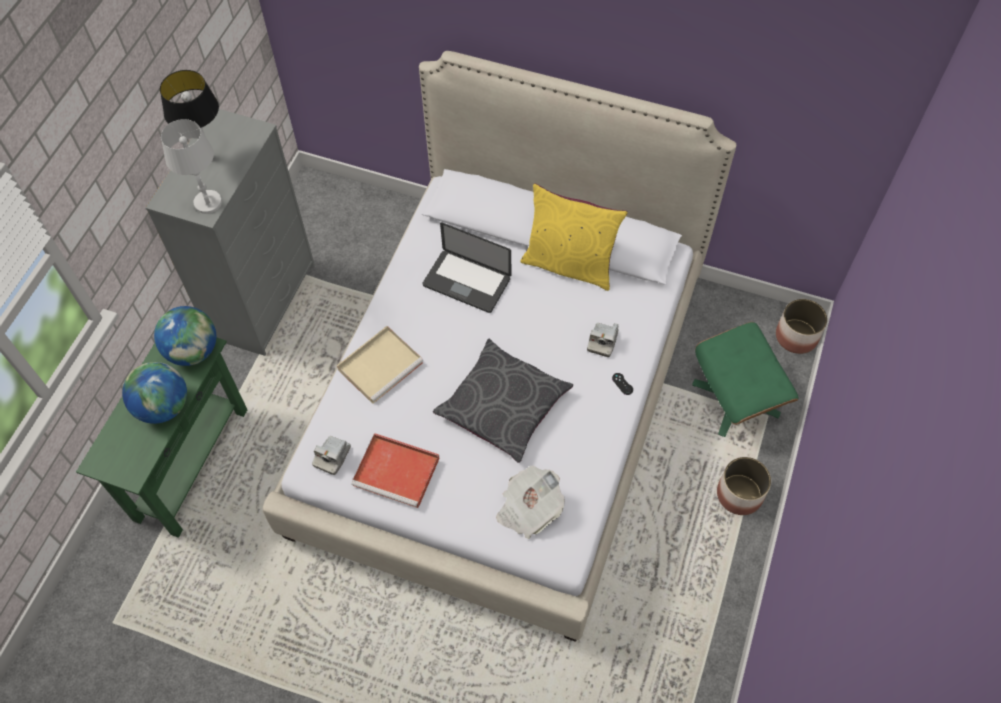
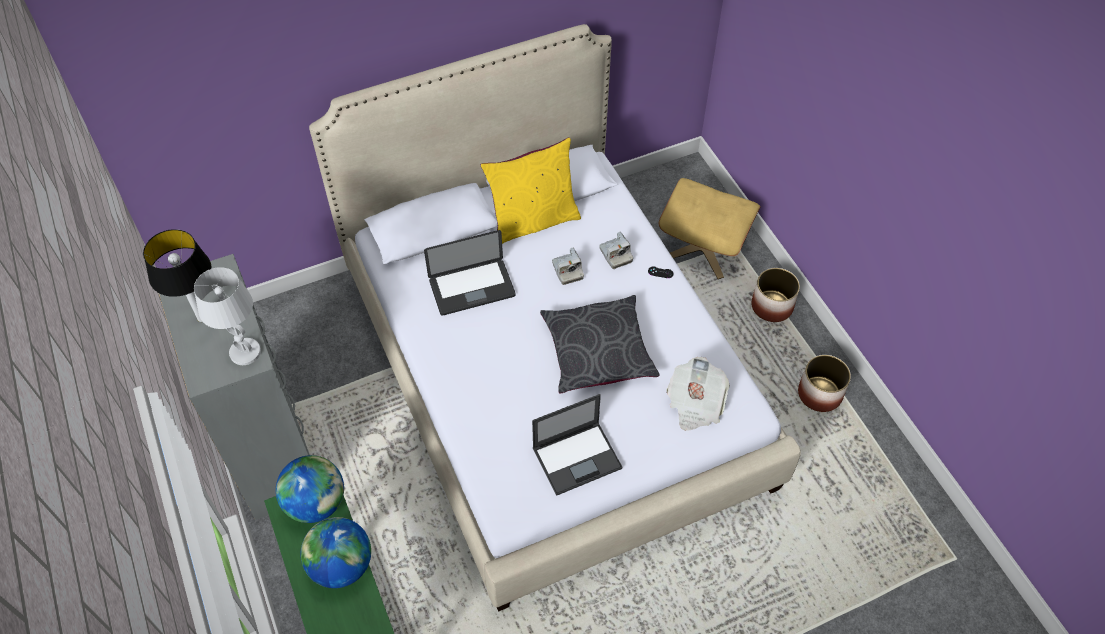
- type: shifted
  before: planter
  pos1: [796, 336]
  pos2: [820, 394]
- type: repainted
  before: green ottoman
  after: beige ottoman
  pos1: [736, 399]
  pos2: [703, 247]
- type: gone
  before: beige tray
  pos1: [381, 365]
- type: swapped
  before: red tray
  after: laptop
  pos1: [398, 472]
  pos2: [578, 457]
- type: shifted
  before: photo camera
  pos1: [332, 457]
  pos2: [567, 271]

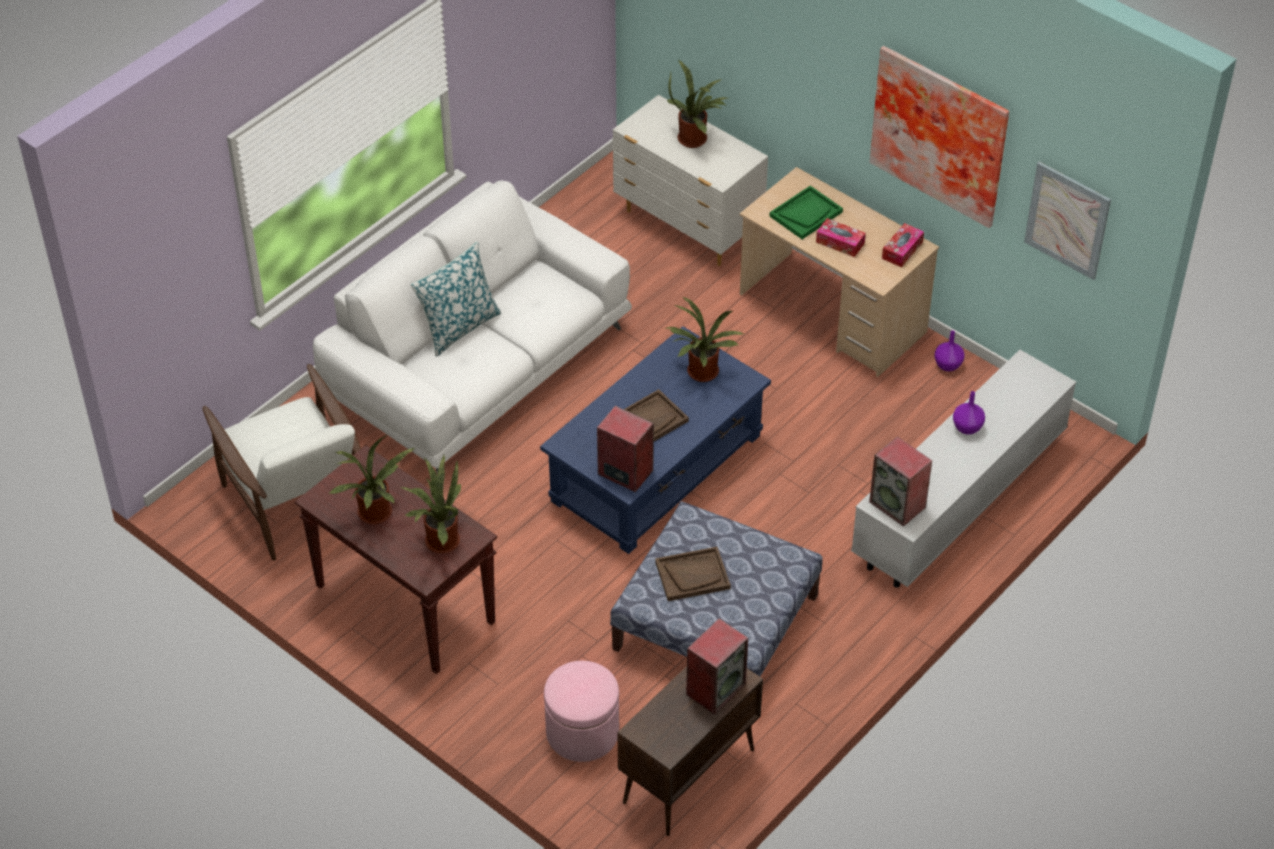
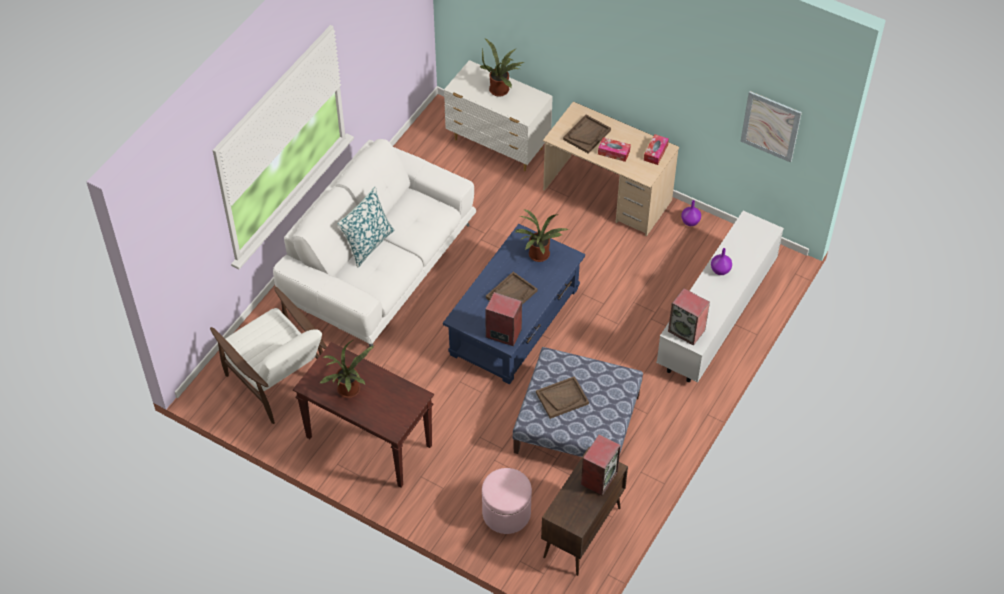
- type: gone
  before: picture
  pos1: [941, 133]
- type: repainted
  before: green tray
  after: brown tray
  pos1: [806, 214]
  pos2: [587, 135]
- type: gone
  before: potted plant
  pos1: [439, 540]

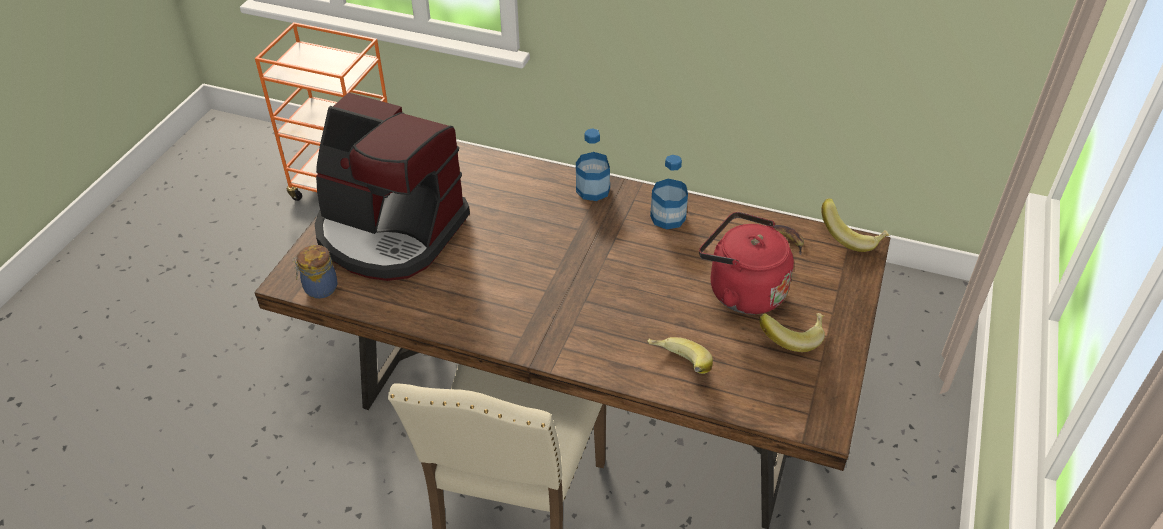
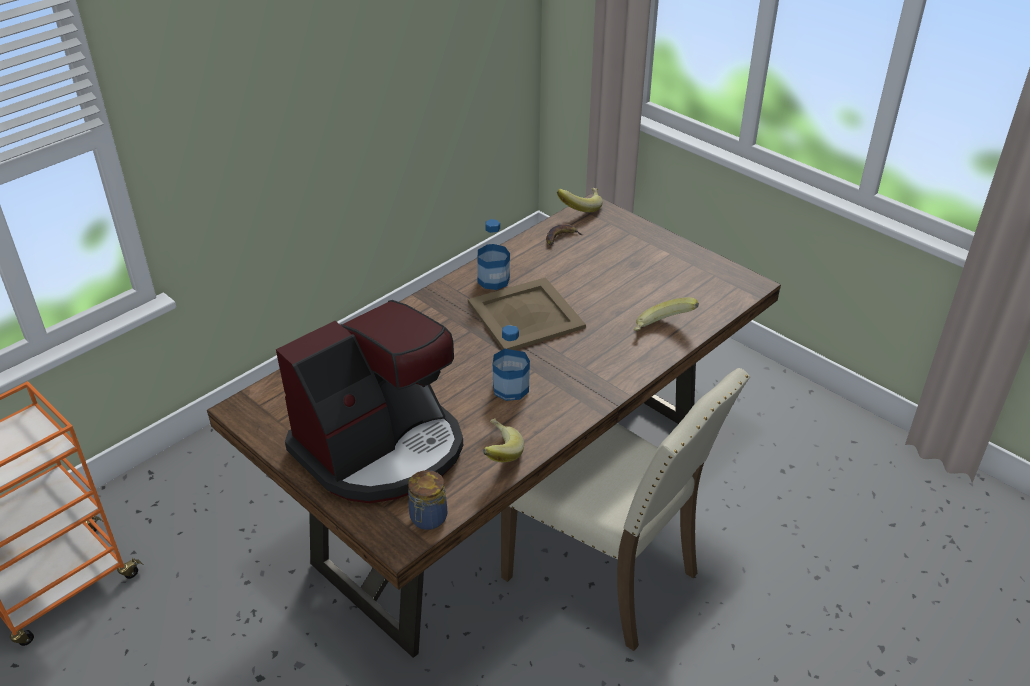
- type: shifted
  before: bottle
  pos1: [593, 190]
  pos2: [510, 388]
- type: gone
  before: red kettle
  pos1: [741, 291]
- type: shifted
  before: banana
  pos1: [791, 337]
  pos2: [497, 453]
- type: new
  after: beige tray
  pos2: [526, 314]

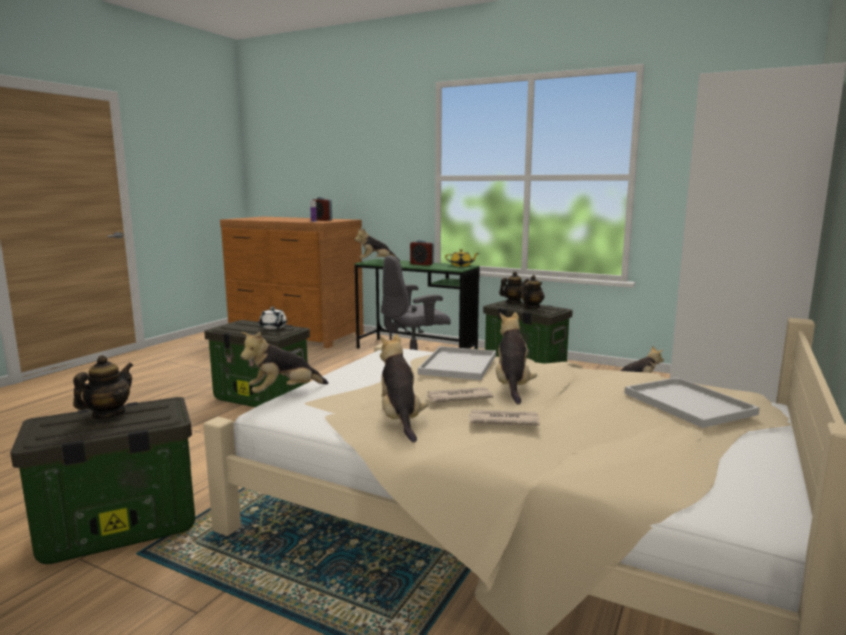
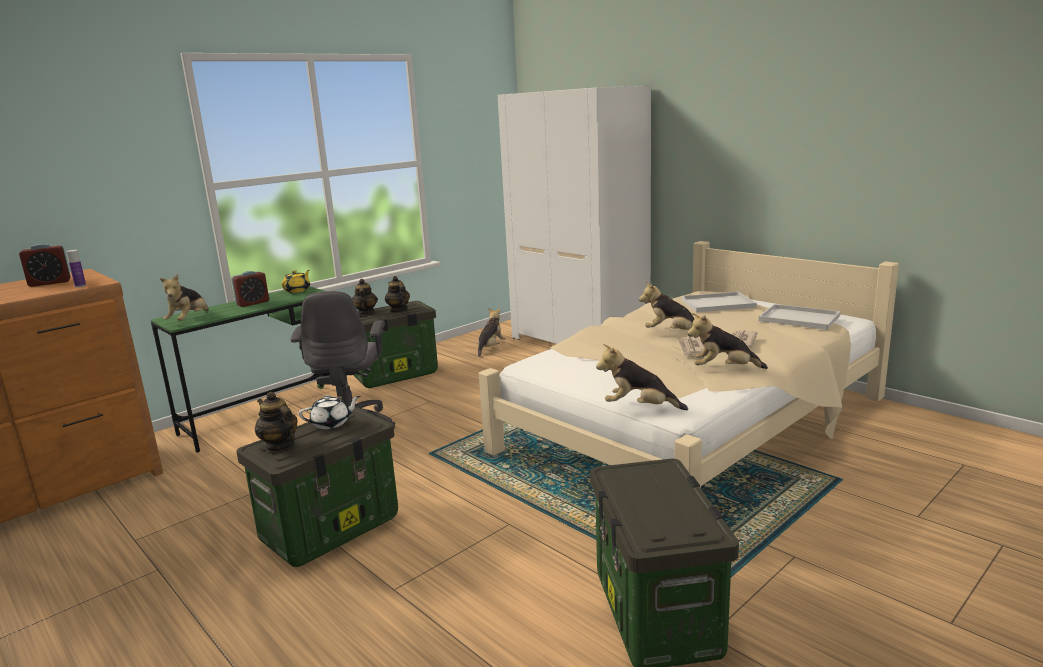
- type: rotated
  before: plush toy
  pos1: [284, 393]
  pos2: [639, 408]
  turn: 120
- type: shifted
  before: white tray
  pos1: [459, 365]
  pos2: [801, 318]
- type: shifted
  before: teapot
  pos1: [108, 414]
  pos2: [279, 445]

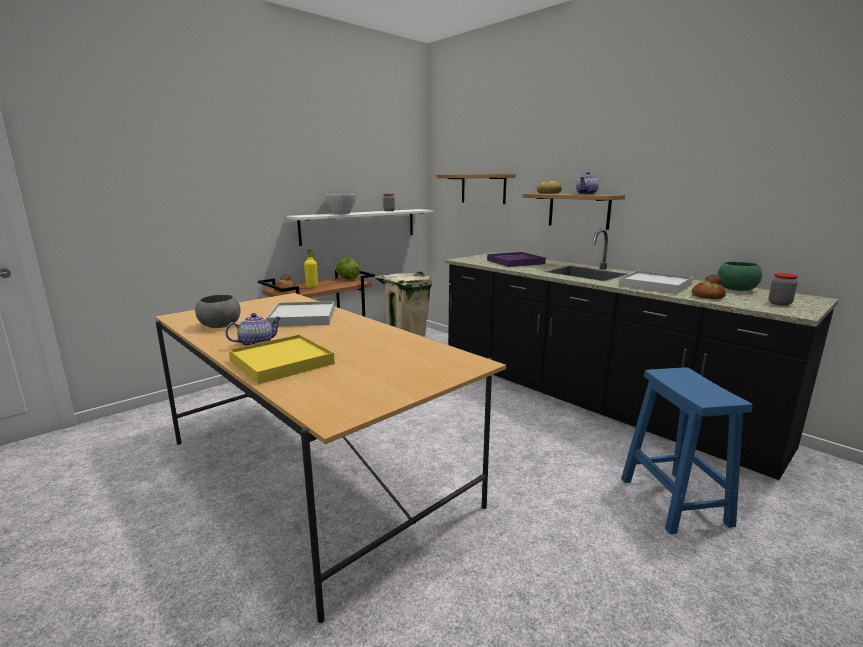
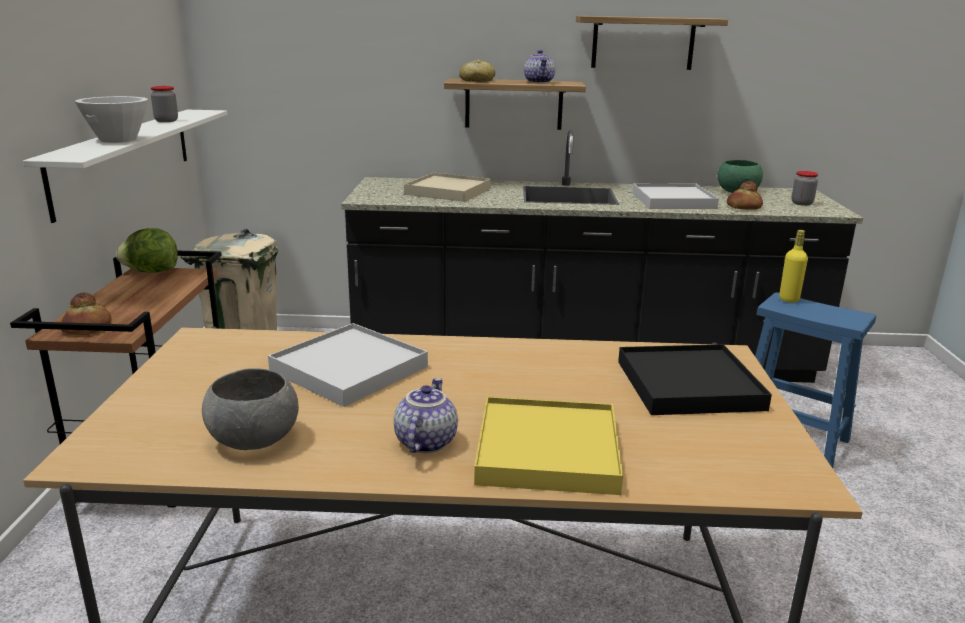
- type: shifted
  before: shelf
  pos1: [483, 189]
  pos2: [643, 43]
- type: shifted
  before: yellow bottle
  pos1: [312, 287]
  pos2: [789, 299]
- type: repainted
  before: purple tray
  after: beige tray
  pos1: [515, 262]
  pos2: [448, 191]
- type: new
  after: black tray
  pos2: [689, 385]

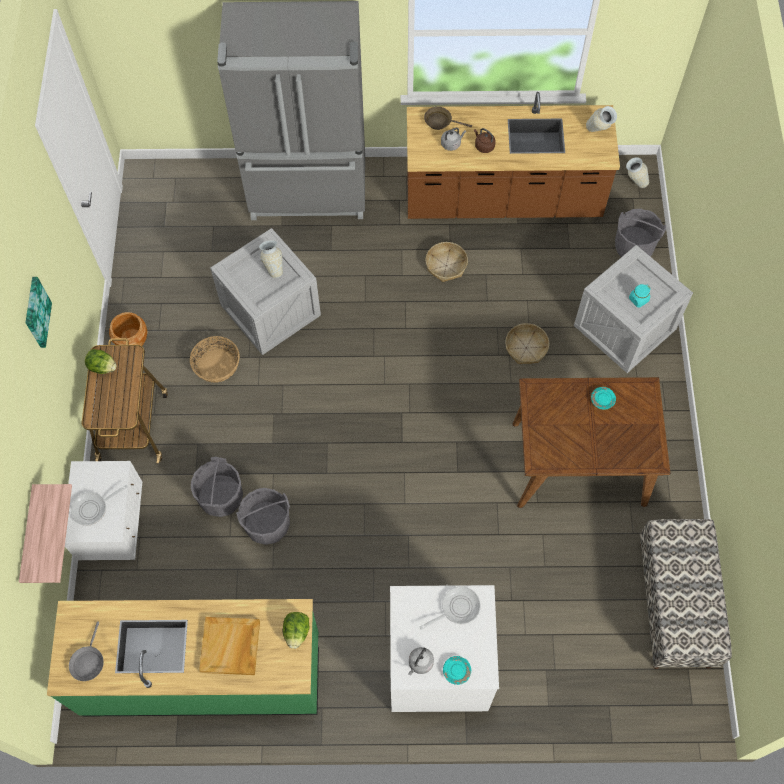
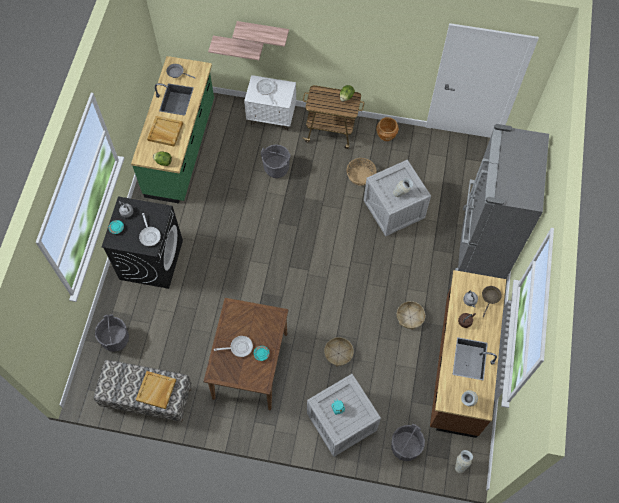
- type: gone
  before: picture
  pos1: [36, 312]
- type: shifted
  before: grey bucket
  pos1: [267, 525]
  pos2: [115, 339]
- type: repainted
  before: white washing machine
  after: black washing machine
  pos1: [437, 666]
  pos2: [151, 259]
- type: new
  after: shelf
  pos2: [263, 31]
- type: new
  after: frying pan
  pos2: [239, 347]
- type: new
  after: beige tray
  pos2: [156, 390]

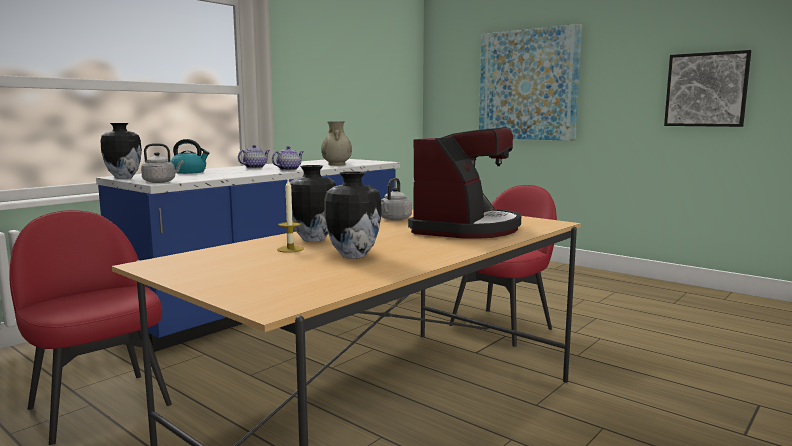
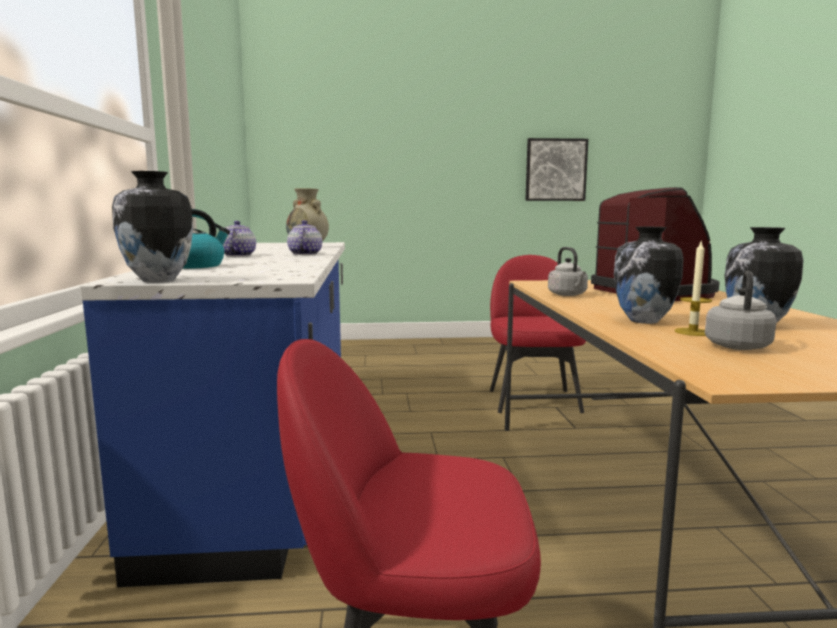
- type: gone
  before: picture
  pos1: [527, 85]
- type: shifted
  before: grey kettle
  pos1: [161, 182]
  pos2: [737, 345]

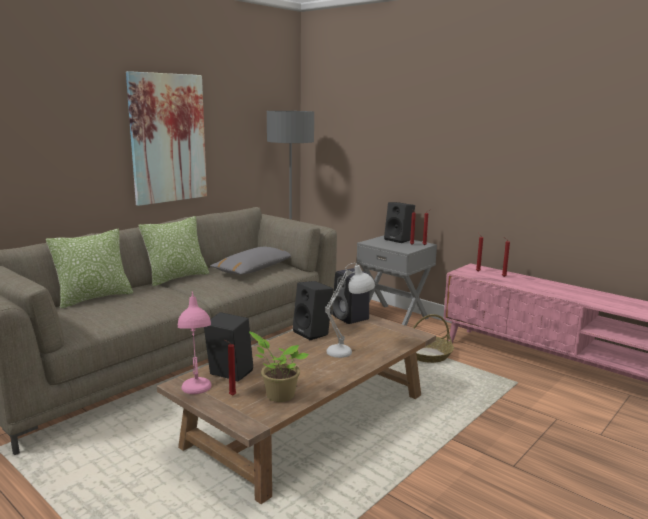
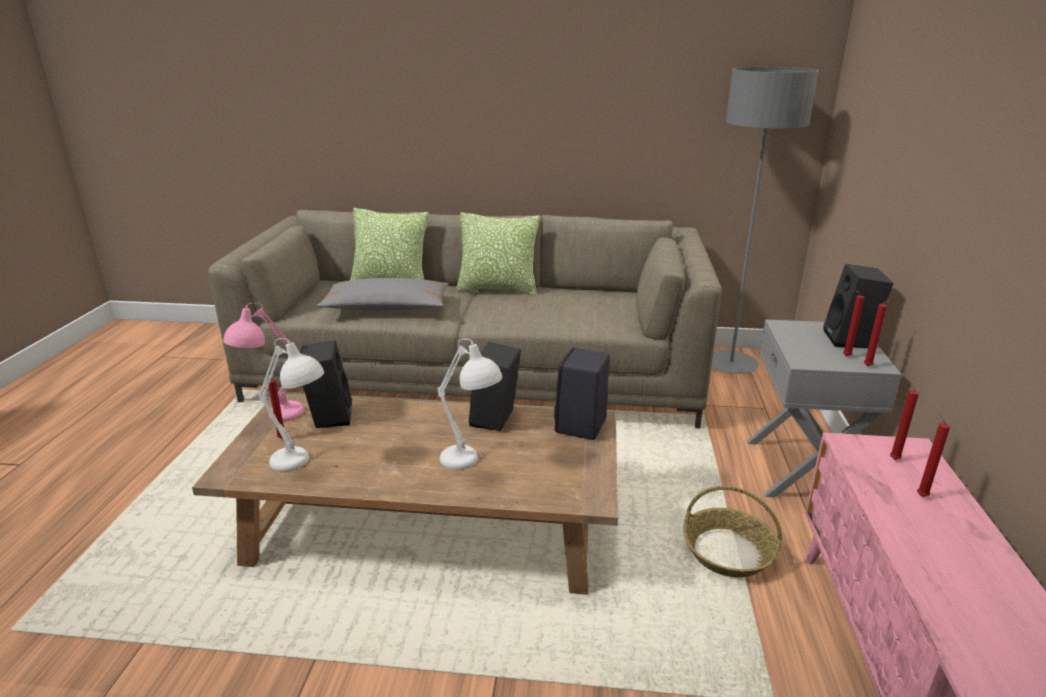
- type: gone
  before: picture
  pos1: [168, 138]
- type: shifted
  before: grey pillow
  pos1: [254, 269]
  pos2: [386, 308]
- type: swapped
  before: potted plant
  after: white table lamp
  pos1: [278, 395]
  pos2: [302, 464]

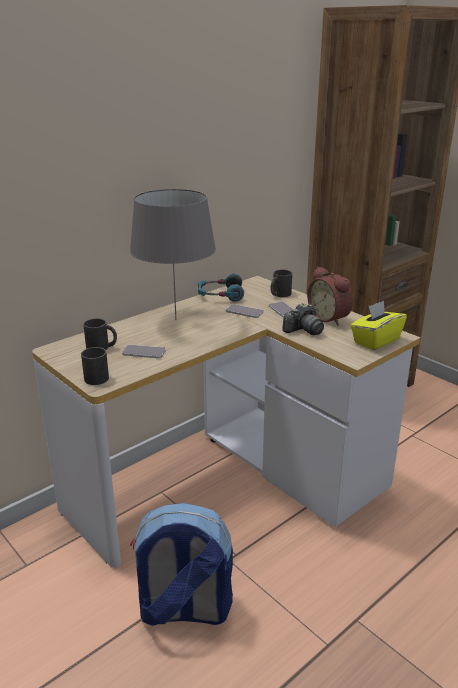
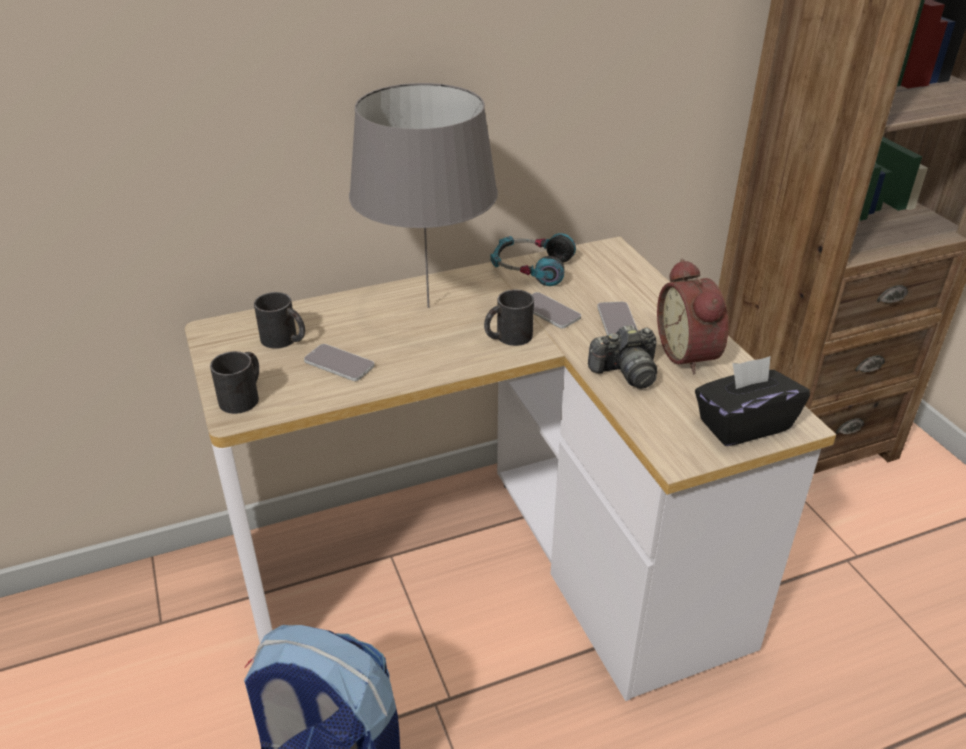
- type: shifted
  before: black mug
  pos1: [279, 294]
  pos2: [507, 337]
- type: repainted
  before: yellow tissue box
  after: black tissue box
  pos1: [375, 341]
  pos2: [743, 424]

